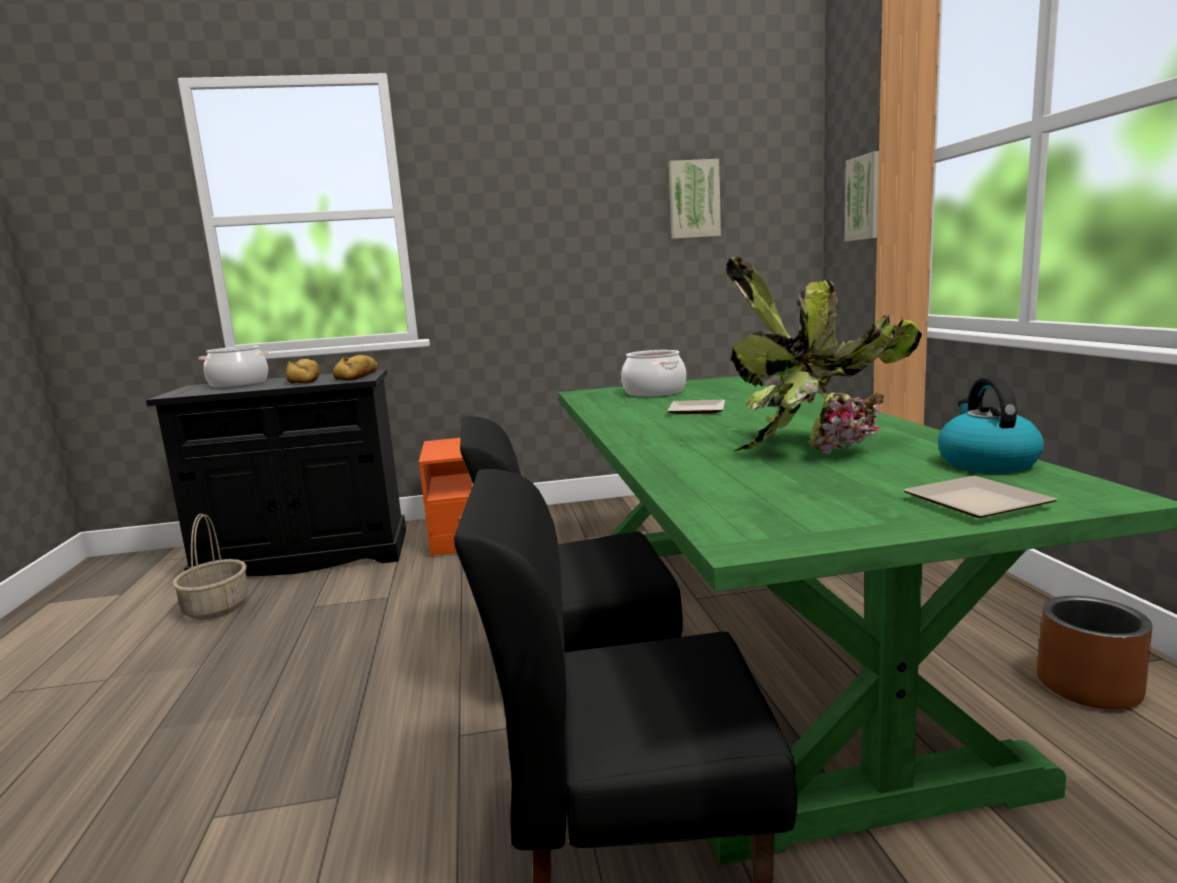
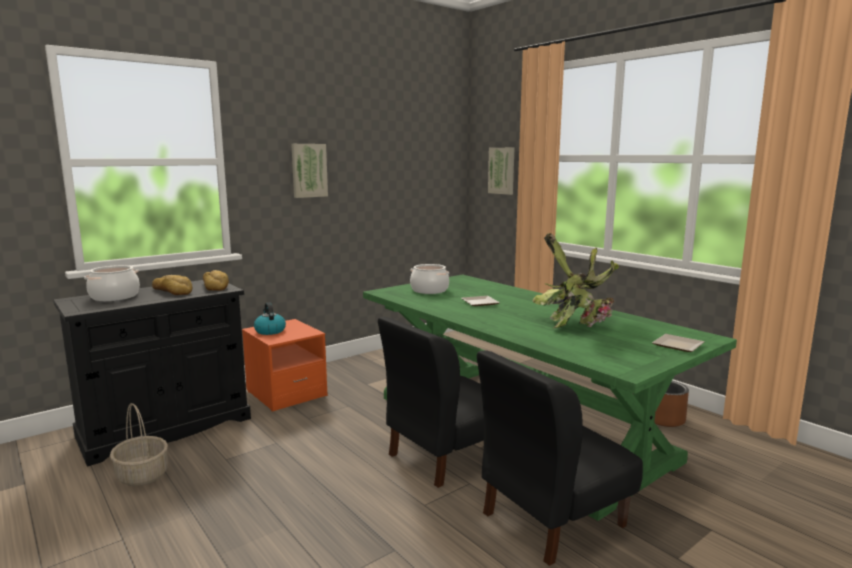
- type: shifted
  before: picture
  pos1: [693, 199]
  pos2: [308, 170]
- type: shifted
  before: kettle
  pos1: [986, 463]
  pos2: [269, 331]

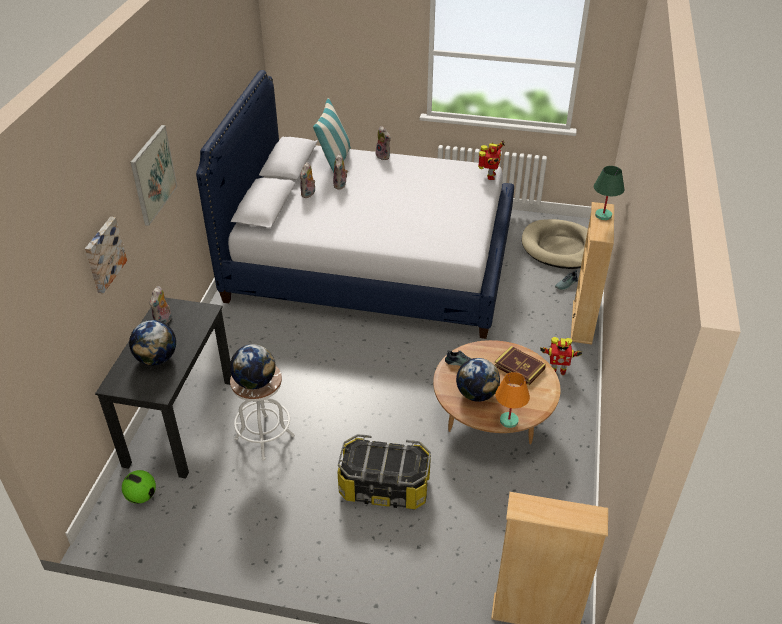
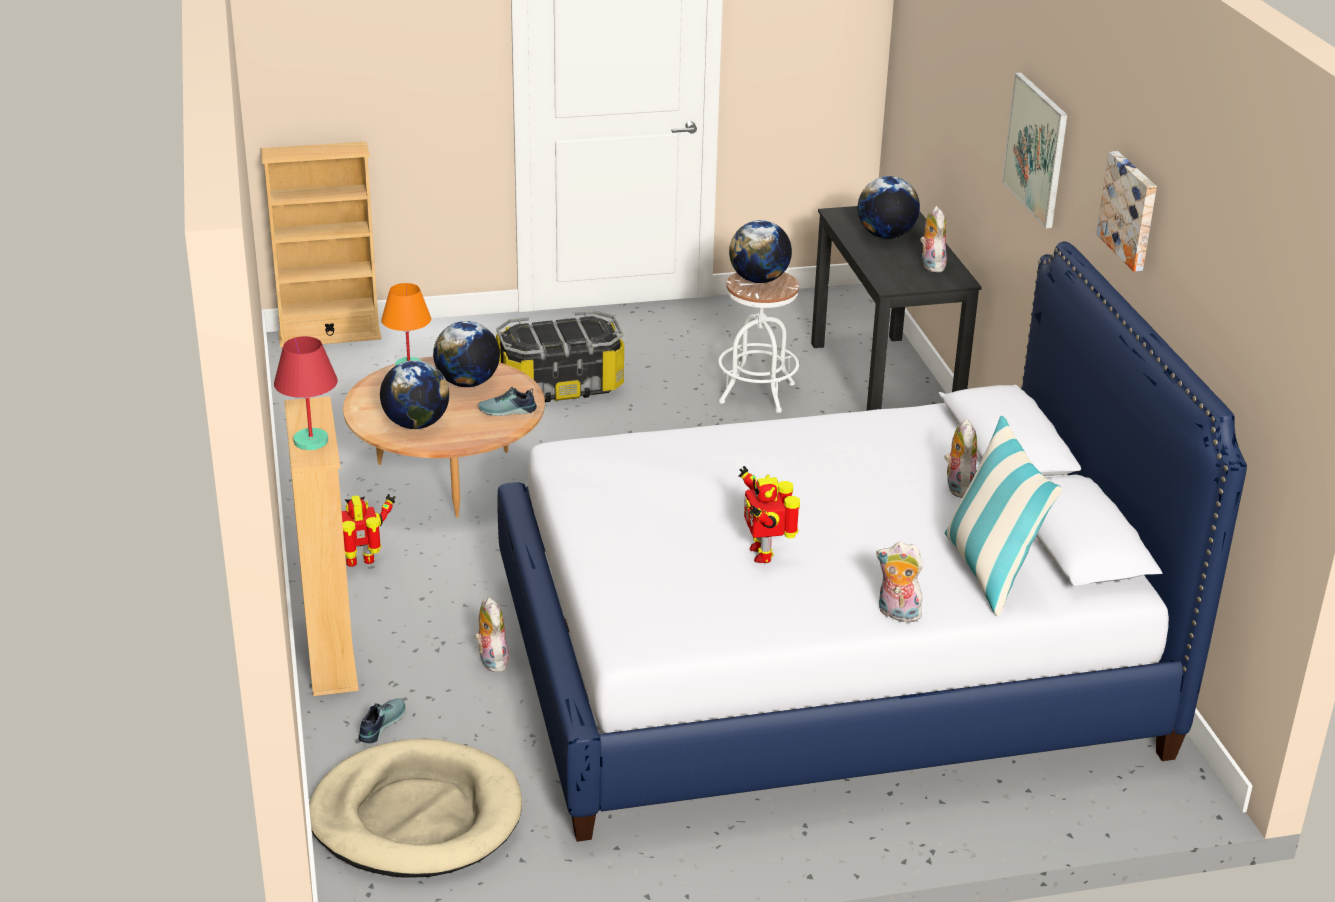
- type: shifted
  before: toy robot
  pos1: [490, 176]
  pos2: [763, 553]
- type: shifted
  before: plush toy
  pos1: [341, 185]
  pos2: [491, 661]
- type: repainted
  before: green table lamp
  after: red table lamp
  pos1: [603, 215]
  pos2: [310, 441]
- type: shifted
  before: picture
  pos1: [103, 254]
  pos2: [1130, 210]
- type: swapped
  before: book
  after: globe
  pos1: [519, 367]
  pos2: [416, 424]
- type: gone
  before: football
  pos1: [141, 496]

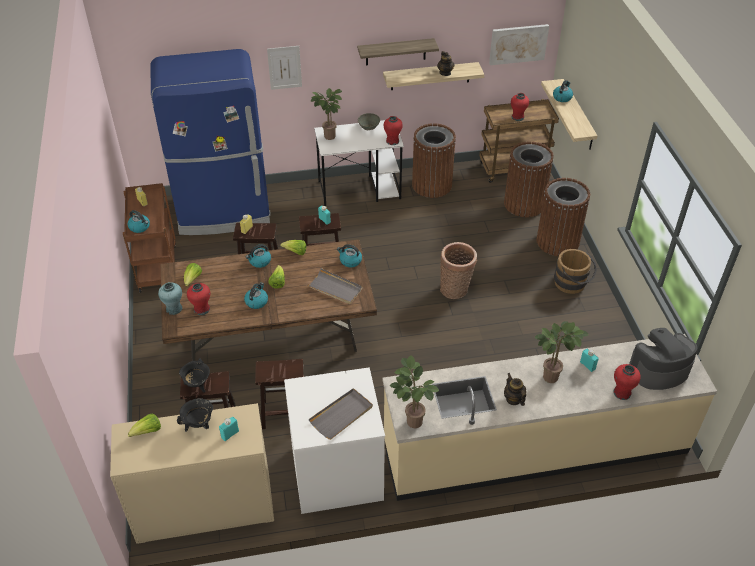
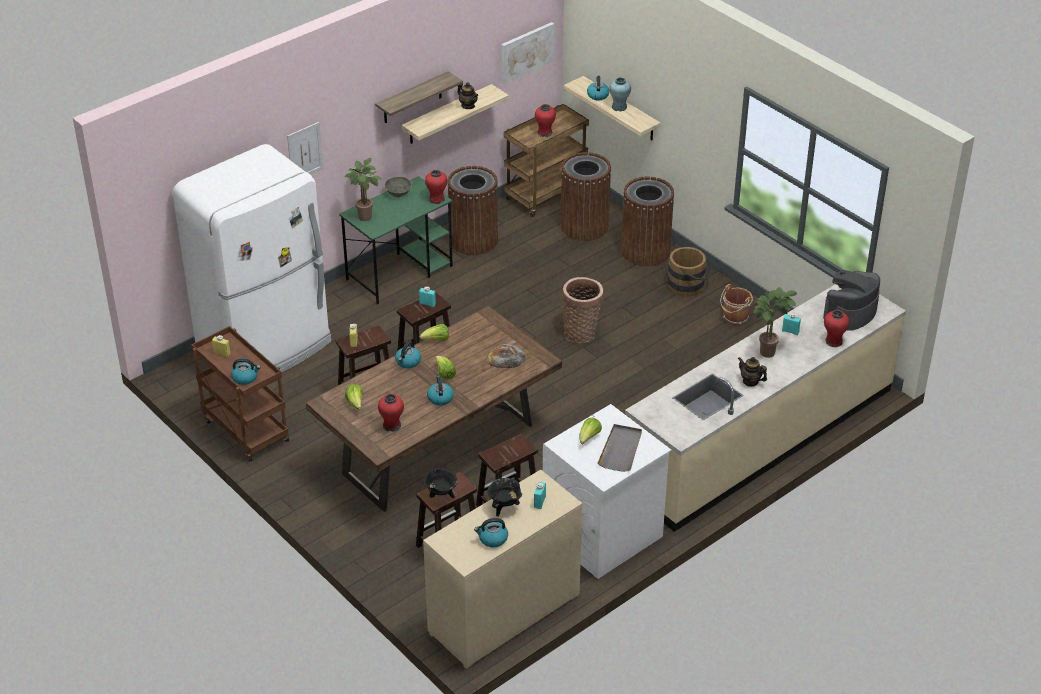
- type: repainted
  before: blue fridge
  after: white fridge
  pos1: [224, 211]
  pos2: [266, 348]
- type: repainted
  before: white desk
  after: green desk
  pos1: [360, 190]
  pos2: [400, 272]
- type: shifted
  before: kettle
  pos1: [350, 261]
  pos2: [492, 539]
- type: swapped
  before: grey tray
  after: bread
  pos1: [335, 288]
  pos2: [506, 357]
- type: shifted
  before: turquoise vase
  pos1: [174, 309]
  pos2: [619, 107]
- type: gone
  before: potted plant
  pos1: [411, 421]
- type: shifted
  before: lettuce
  pos1: [148, 432]
  pos2: [589, 438]
- type: new
  after: brown bucket
  pos2: [735, 318]

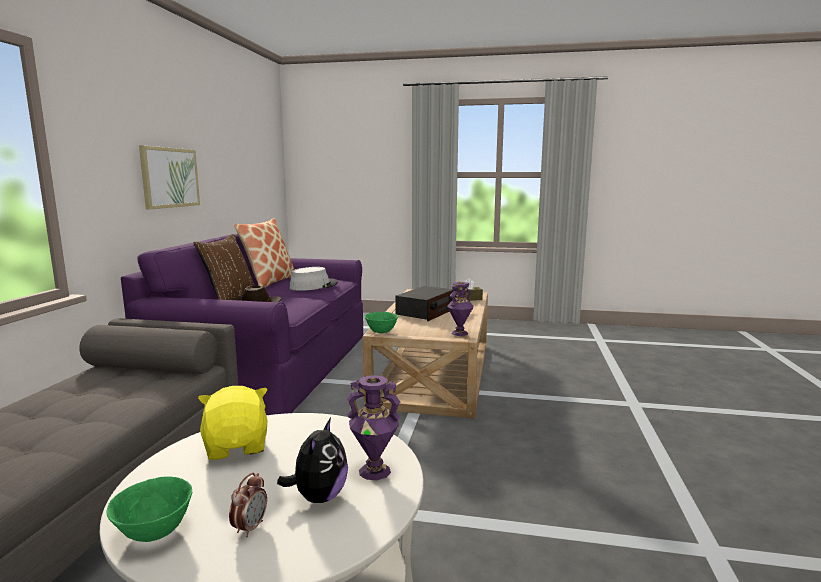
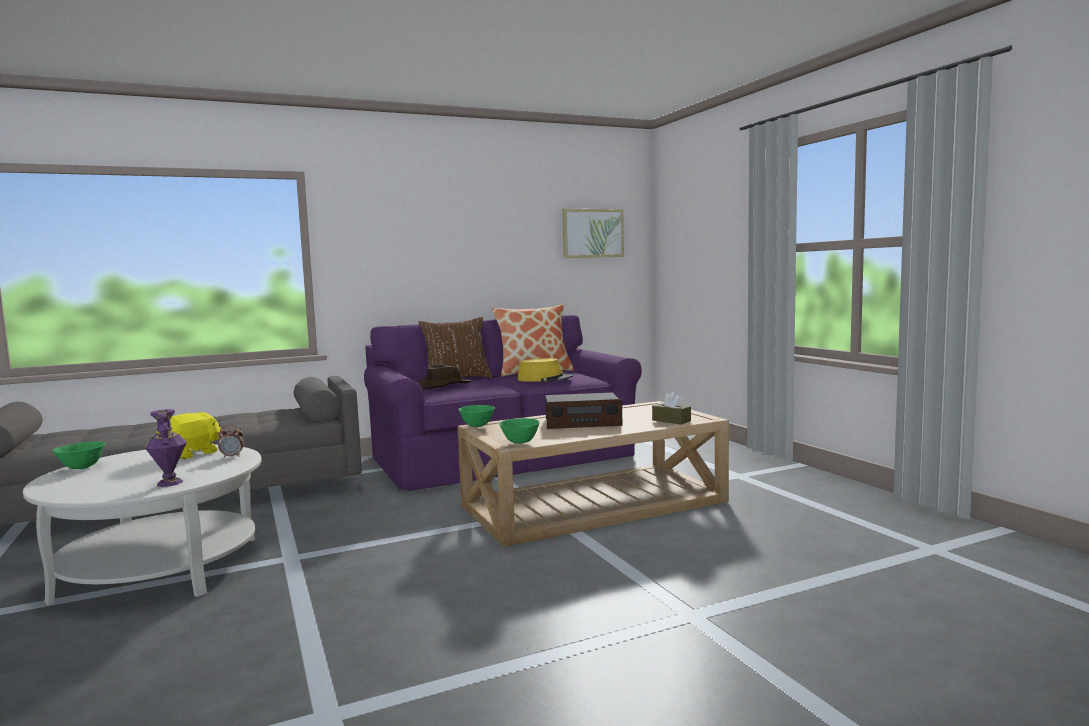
- type: shifted
  before: picture
  pos1: [170, 177]
  pos2: [592, 233]
- type: repainted
  before: grey hat
  after: yellow hat
  pos1: [313, 286]
  pos2: [545, 379]
- type: swapped
  before: purple vase
  after: green bowl
  pos1: [460, 333]
  pos2: [519, 442]
- type: gone
  before: plush toy
  pos1: [319, 497]
- type: shifted
  before: alarm clock
  pos1: [250, 527]
  pos2: [232, 456]

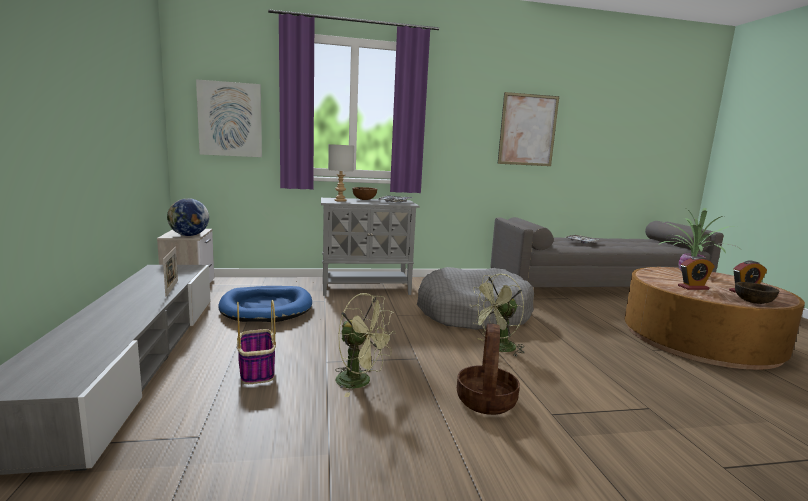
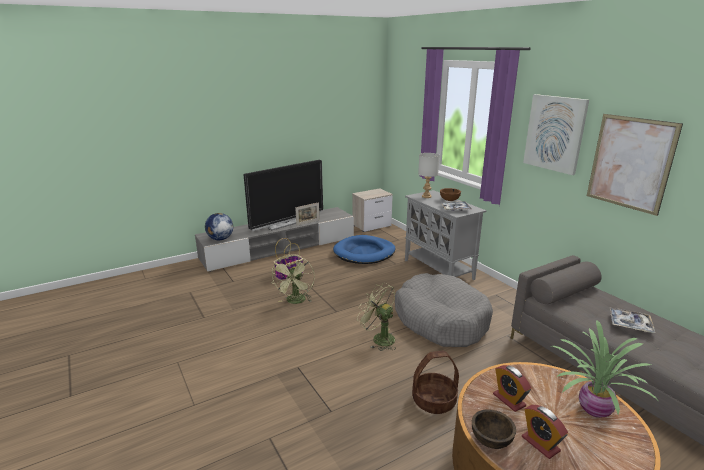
- type: shifted
  before: picture
  pos1: [230, 119]
  pos2: [555, 133]
- type: shifted
  before: globe
  pos1: [189, 235]
  pos2: [220, 239]
- type: shifted
  before: basket
  pos1: [485, 400]
  pos2: [434, 400]
- type: new
  after: television
  pos2: [286, 223]

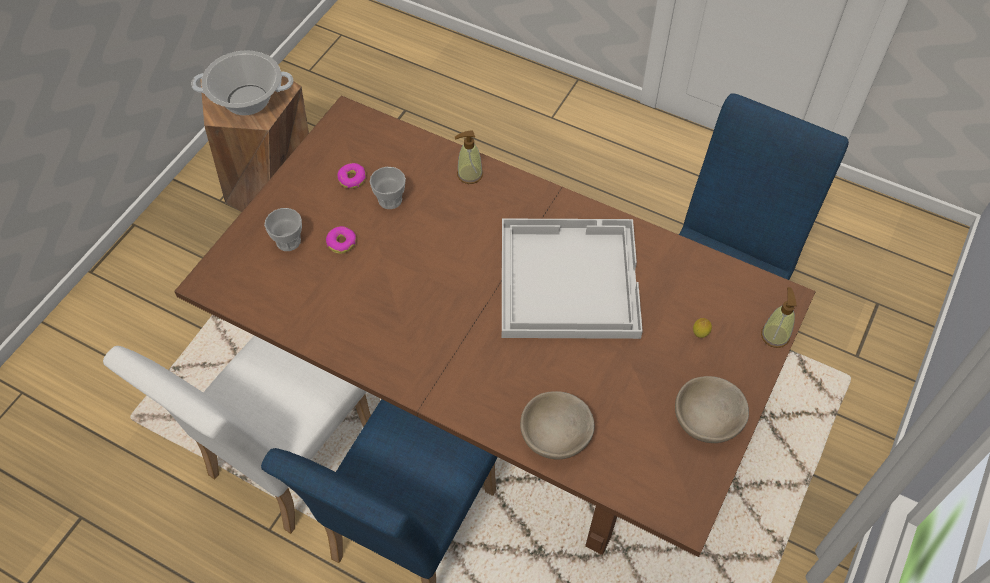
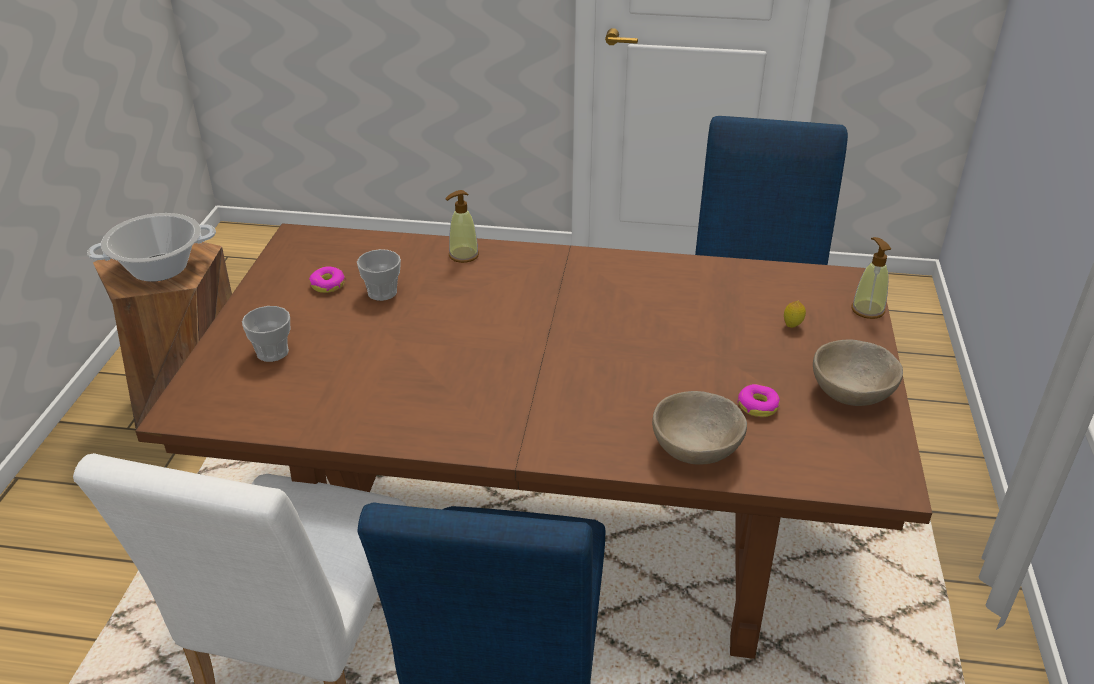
- type: gone
  before: white tray
  pos1: [567, 279]
- type: shifted
  before: donut
  pos1: [341, 243]
  pos2: [758, 406]

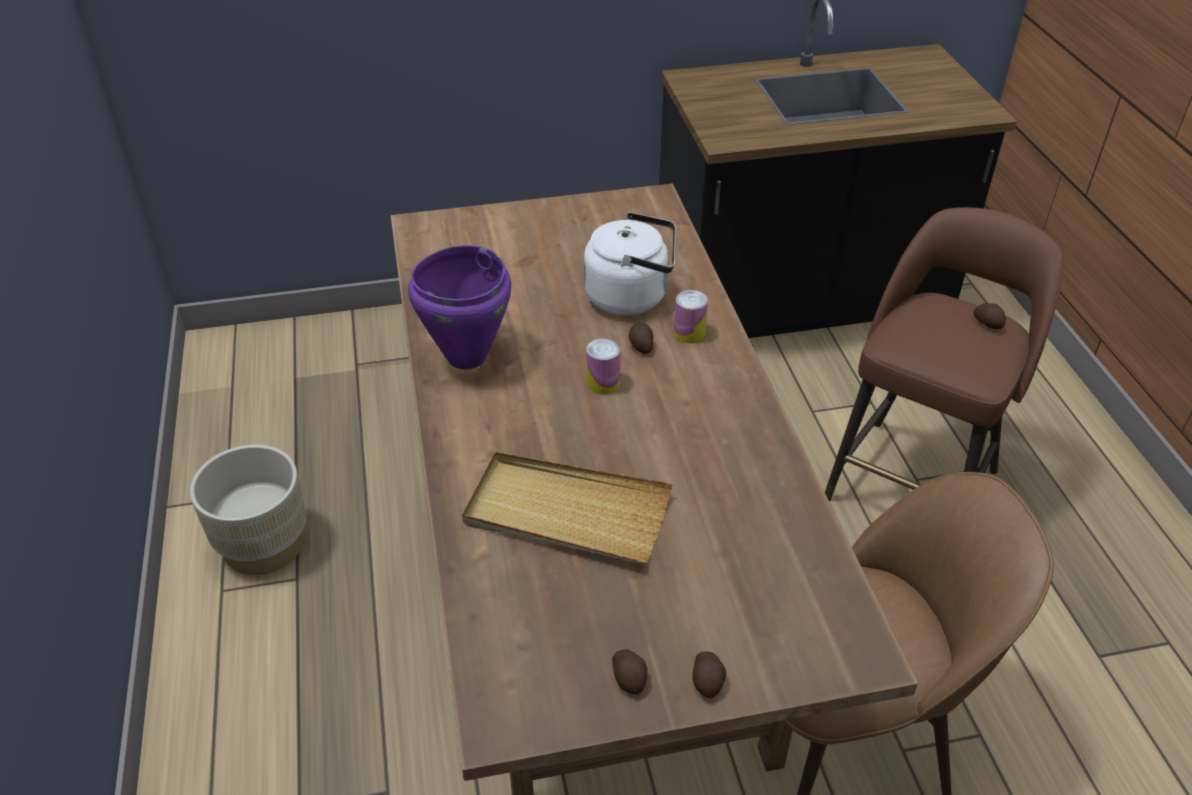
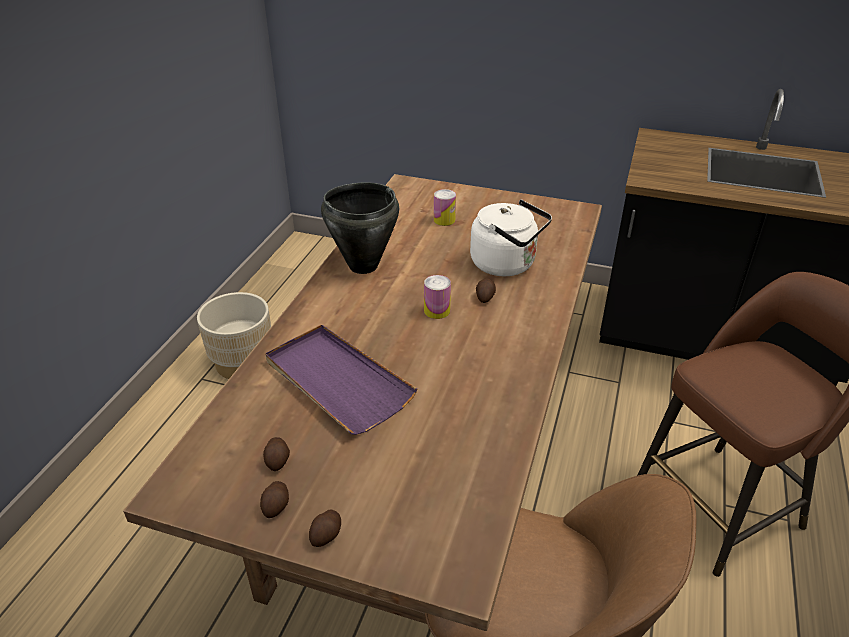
- type: repainted
  before: purple cooking pot
  after: black cooking pot
  pos1: [465, 357]
  pos2: [362, 266]
- type: shifted
  before: can
  pos1: [689, 333]
  pos2: [444, 220]
- type: shifted
  before: potato
  pos1: [988, 323]
  pos2: [278, 460]
- type: repainted
  before: beige tray
  after: purple tray
  pos1: [567, 512]
  pos2: [337, 381]

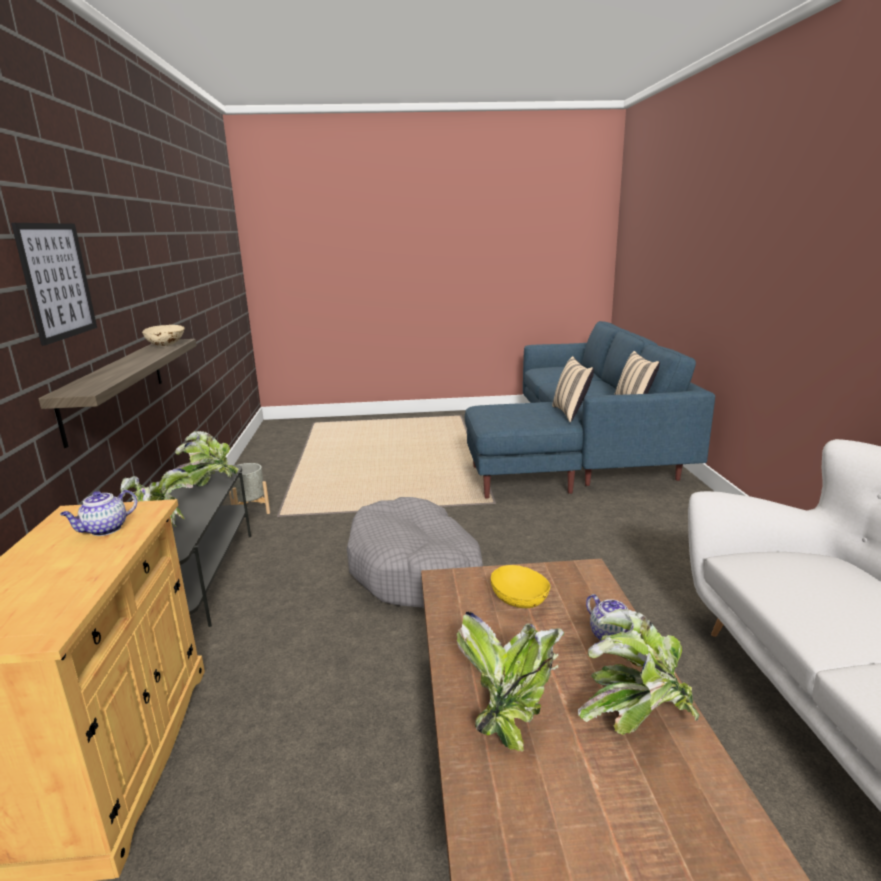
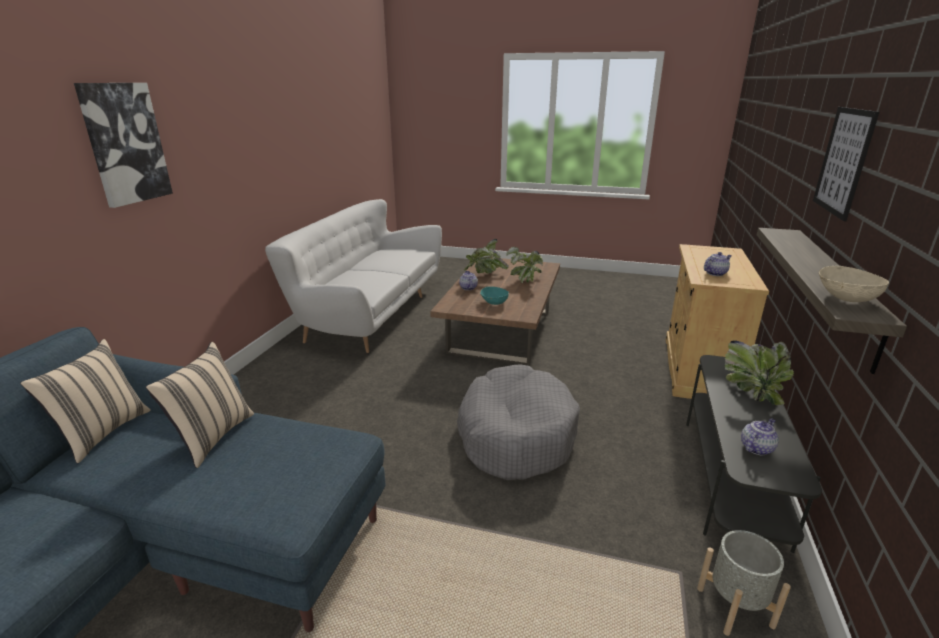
- type: swapped
  before: potted plant
  after: teapot
  pos1: [206, 482]
  pos2: [756, 448]
- type: repainted
  before: yellow bowl
  after: turquoise bowl
  pos1: [520, 601]
  pos2: [493, 303]
- type: new
  after: picture
  pos2: [125, 143]

